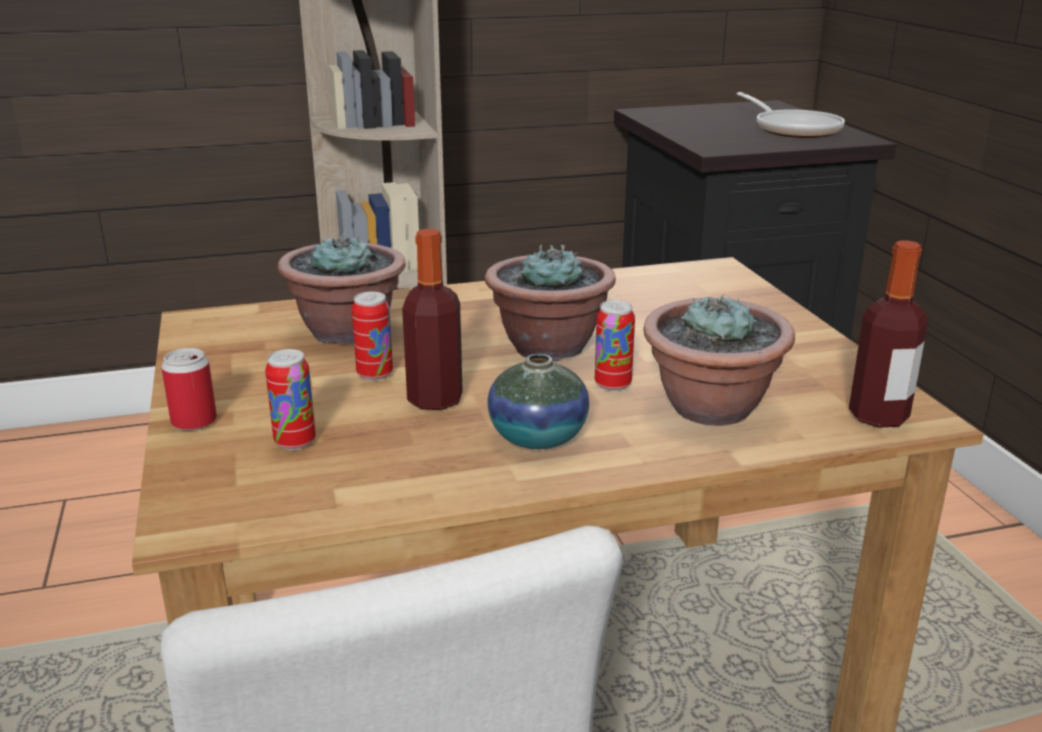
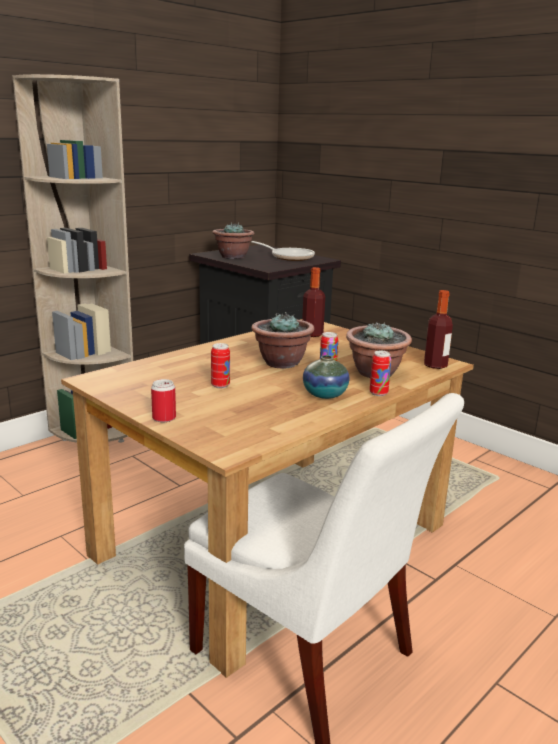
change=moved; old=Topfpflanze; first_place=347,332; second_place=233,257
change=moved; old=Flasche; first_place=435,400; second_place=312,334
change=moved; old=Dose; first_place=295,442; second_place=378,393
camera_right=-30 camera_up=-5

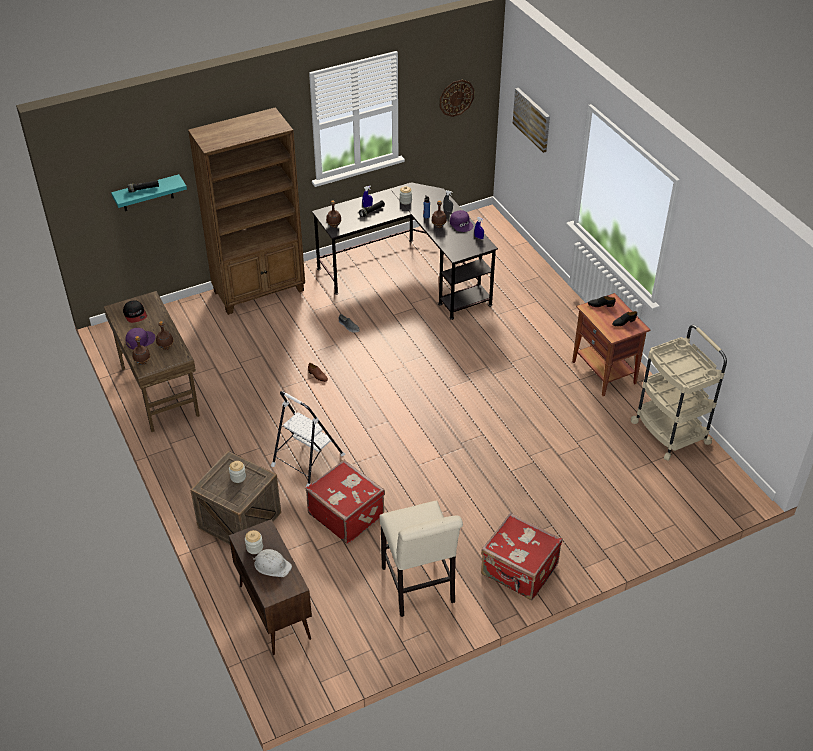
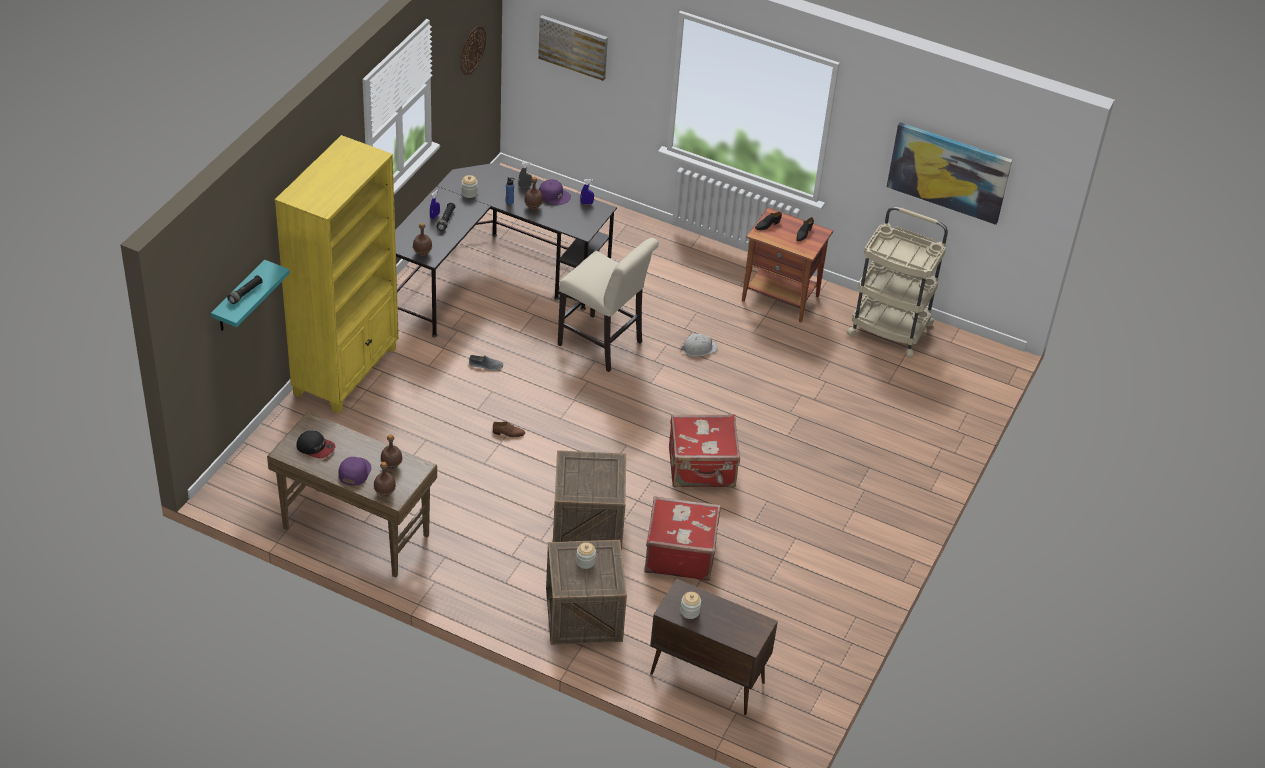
change=recoloured; old=Bücherregal/braun; new=Bücherregal/gelb; first_place=260,291; second_place=346,371
change=replaced; old=Trittleiter/weiß; new=Kiste; first_place=306,460; second_place=587,524
change=moved; old=Hocker/beige; first_place=419,589; second_place=603,346
change=moved; old=Koffer/rot; first_place=519,571; second_place=702,469
change=moved; old=Schutzhelm/weiß; first_place=272,565; second_place=698,348
change=added; new=Bild; second_place=948,172
camera_right=-40 camera_up=0

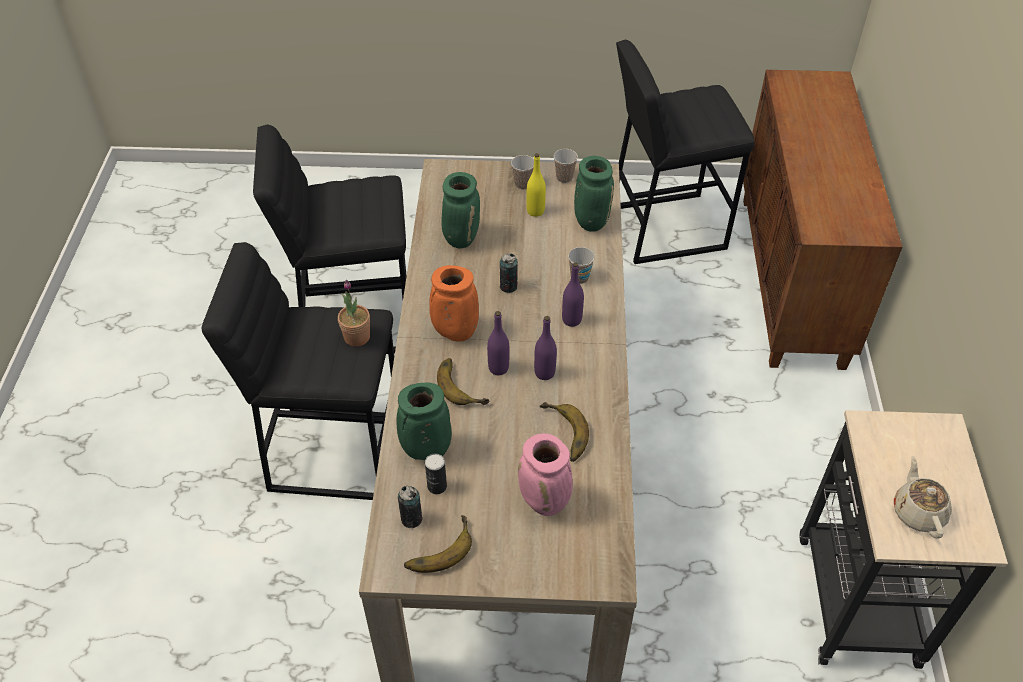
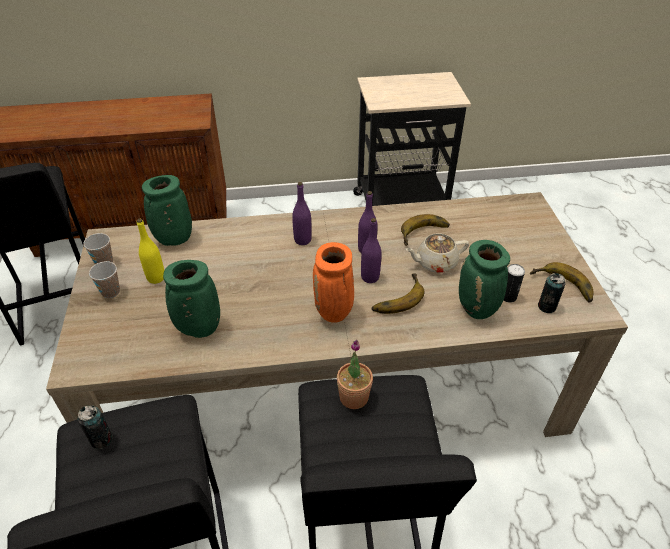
change=moved; old=Dose; first_place=508,286; second_place=101,439
change=moved; old=Teekanne/beige; first_place=918,512; second_place=435,263
change=removed; old=Vase/rosa; first_place=545,502
change=removed; old=Tasse; first_place=579,277
camera_right=-100 camera_up=-5

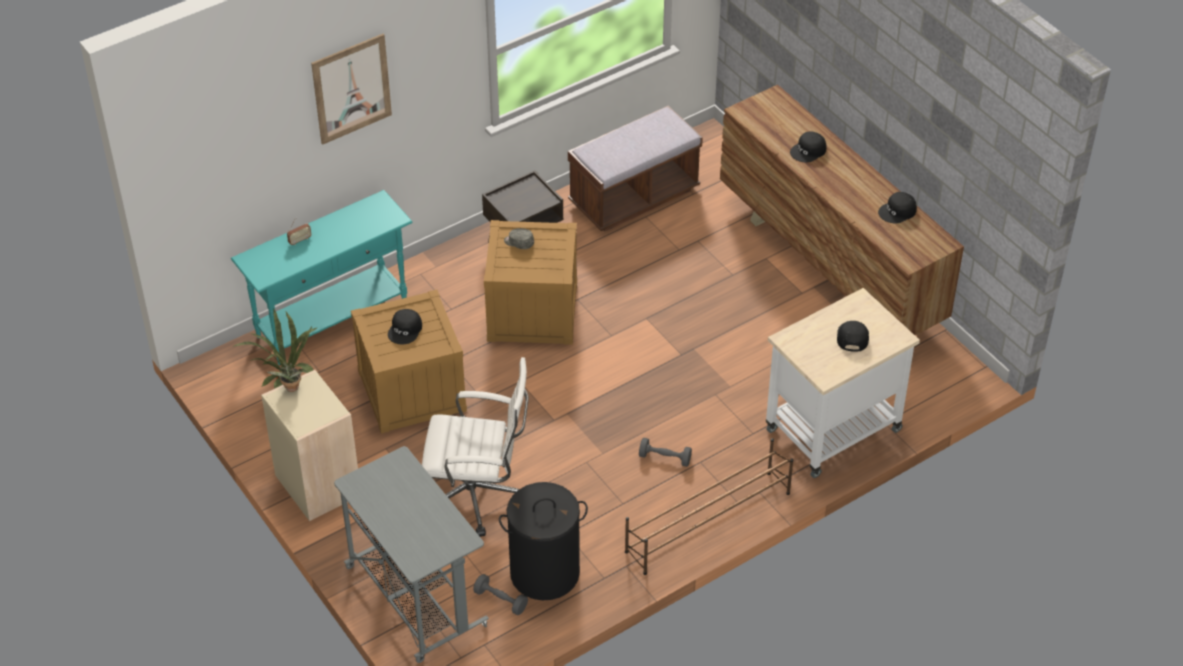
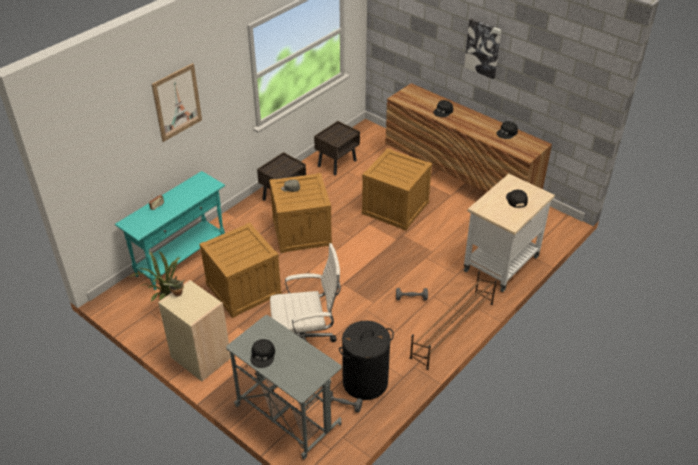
change=moved; old=Kappe/schwarz; first_place=405,330; second_place=263,355
change=replaced; old=Bank/braun; new=Nachttisch/braun; first_place=634,197; second_place=337,163
change=added; new=Kiste; second_place=395,208
change=added; new=Bild; second_place=483,48
camera_right=-15 camera_up=-5

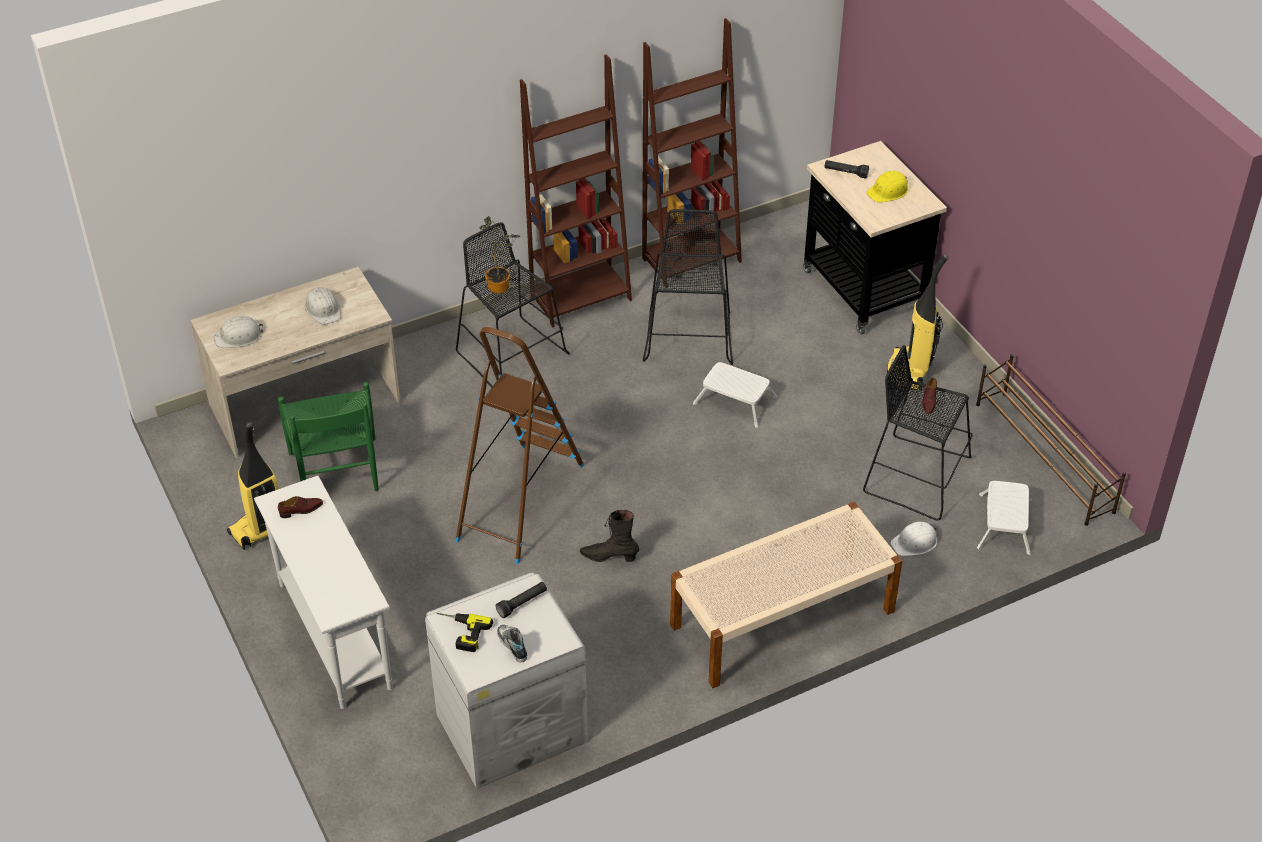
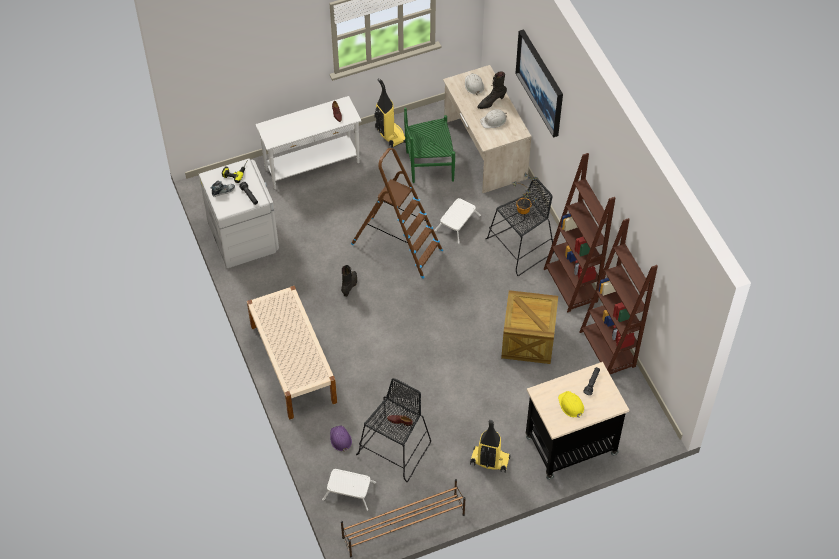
change=recoloured; old=Schutzhelm/weiß; new=Schutzhelm/lila; first_place=915,542; second_place=340,439
change=moved; old=Trittleiter/weiß; first_place=735,401; second_place=457,223
change=added; new=Stiefel/schwarz; second_place=491,102
change=replaced; old=Hocker/schwarz; new=Kiste; first_place=689,339; second_place=528,340
change=added; new=Bild; second_place=541,82
camera_right=95 camera_up=10

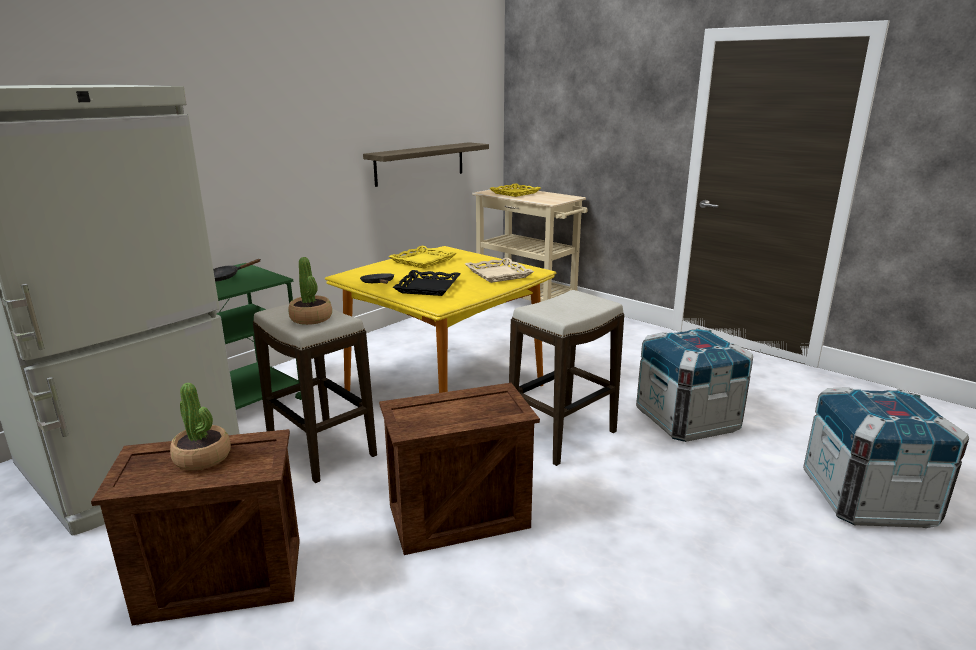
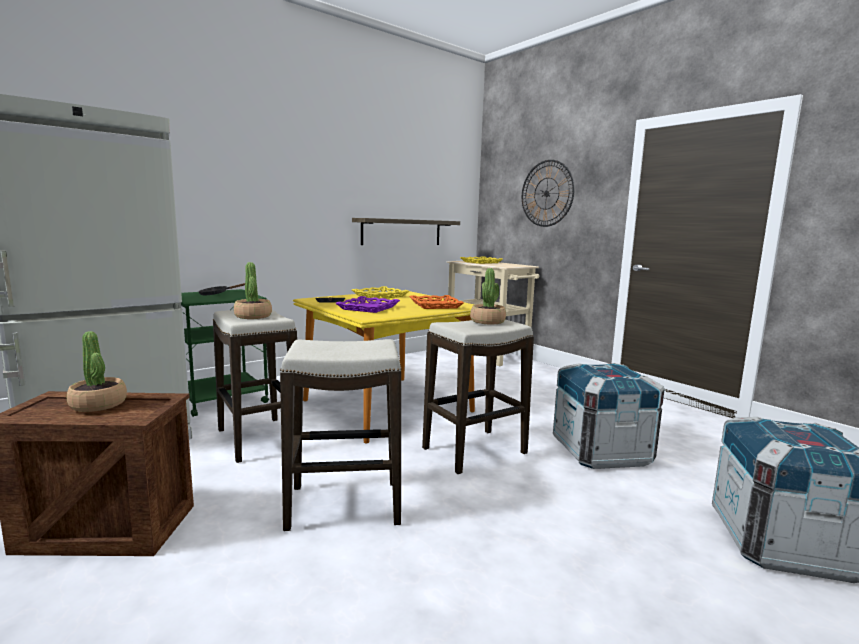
change=replaced; old=Kiste; new=Hocker; first_place=458,517; second_place=344,505
change=recoloured; old=Tablett/schwarz; new=Tablett/lila; first_place=427,287; second_place=368,308
change=recoloured; old=Tablett/beige; new=Tablett/orange; first_place=499,274; second_place=436,305
change=added; new=Topfpflanze; second_place=487,321
change=added; new=Wanduhr; second_place=546,193
camera_right=10 camera_up=-10

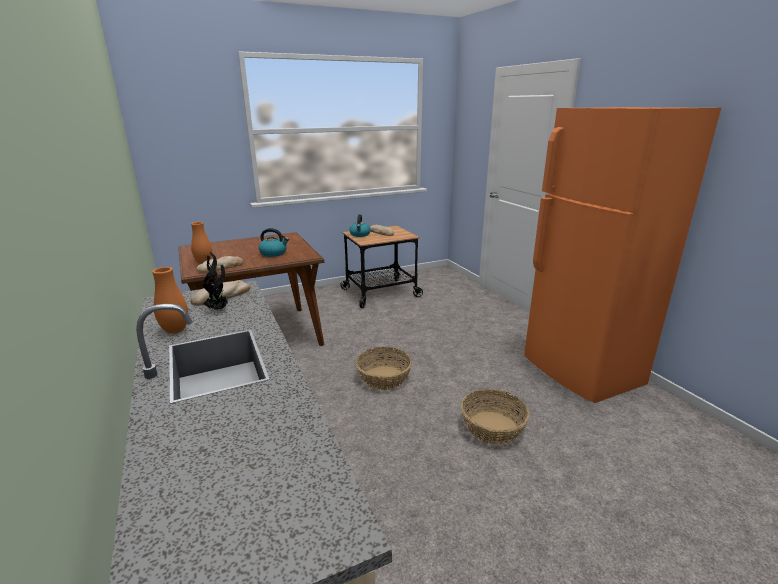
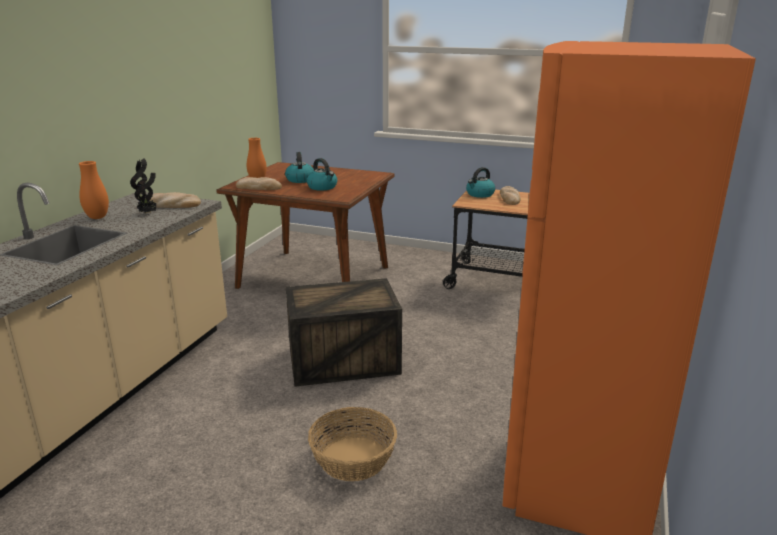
change=added; new=Wasserkessel; second_place=300,179
change=replaced; old=Korb; new=Kiste; first_place=383,377; second_place=345,360
camera_right=45 camera_up=0

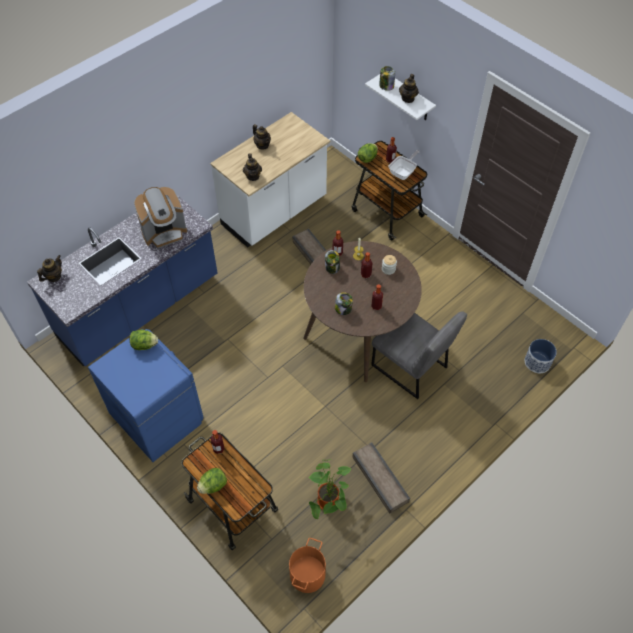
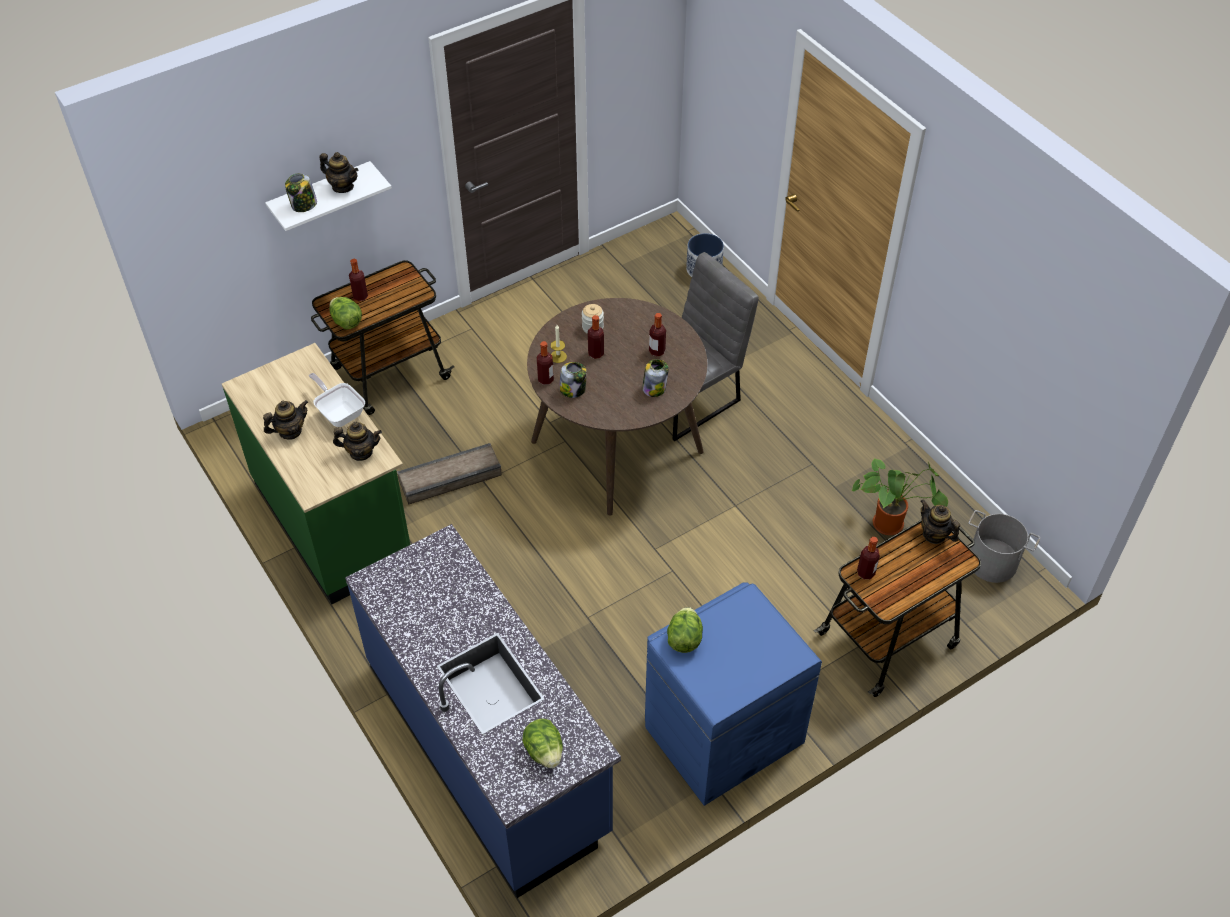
change=recoloured; old=Küchenzeile/weiß; new=Küchenzeile/grün; first_place=274,213; second_place=335,521
change=moved; old=Pfanne; first_place=403,172; second_place=339,412
change=moved; old=Salatkopf; first_place=213,485; second_place=544,751
change=moved; old=Teekanne; first_place=54,276; second_place=934,535
change=recoloured; old=Eimer/orange; new=Eimer/grau; first_place=307,574; second_place=992,563
change=removed; old=Kaffeemaschine; first_place=164,232
change=removed; old=Kiste; first_place=379,479
camera_right=-80 camera_up=-5

